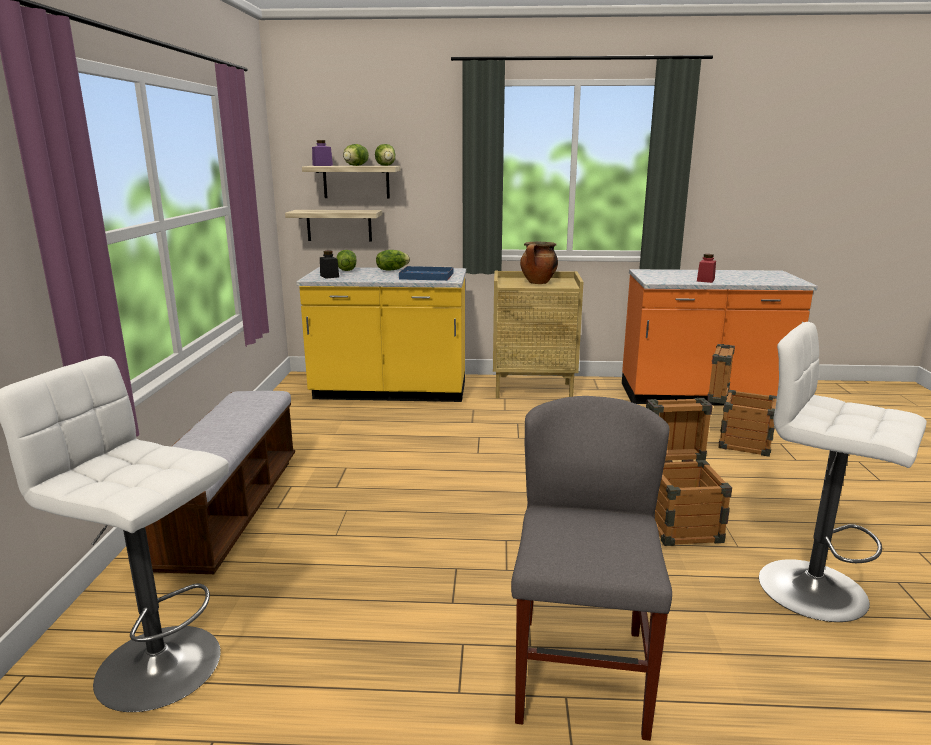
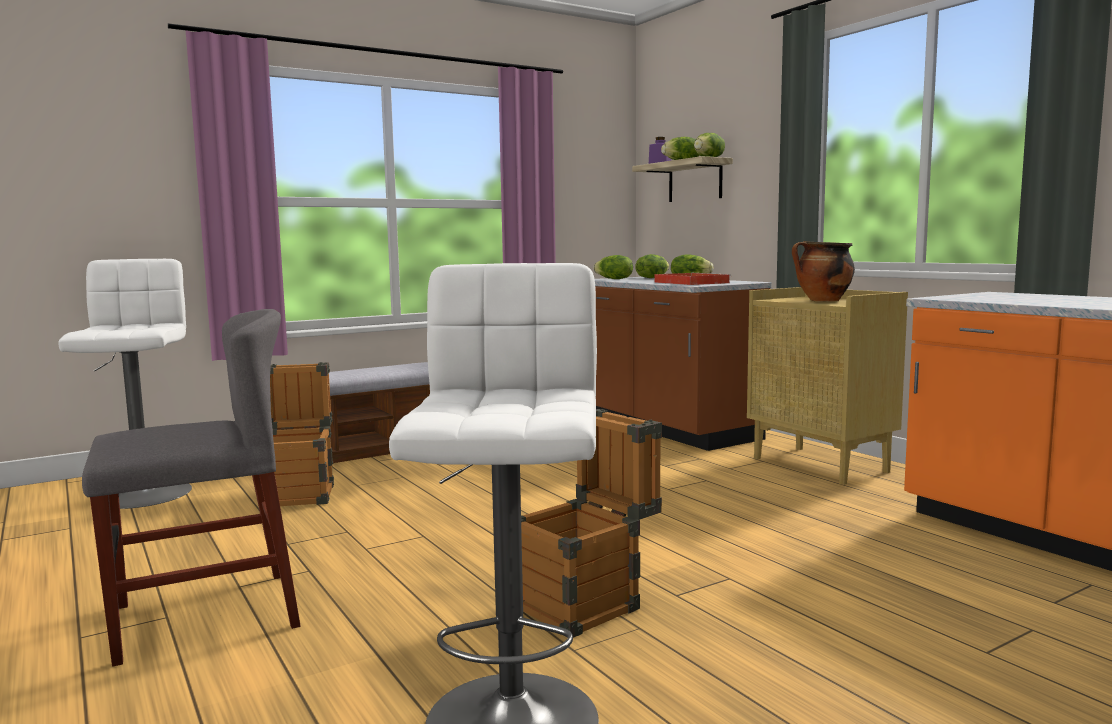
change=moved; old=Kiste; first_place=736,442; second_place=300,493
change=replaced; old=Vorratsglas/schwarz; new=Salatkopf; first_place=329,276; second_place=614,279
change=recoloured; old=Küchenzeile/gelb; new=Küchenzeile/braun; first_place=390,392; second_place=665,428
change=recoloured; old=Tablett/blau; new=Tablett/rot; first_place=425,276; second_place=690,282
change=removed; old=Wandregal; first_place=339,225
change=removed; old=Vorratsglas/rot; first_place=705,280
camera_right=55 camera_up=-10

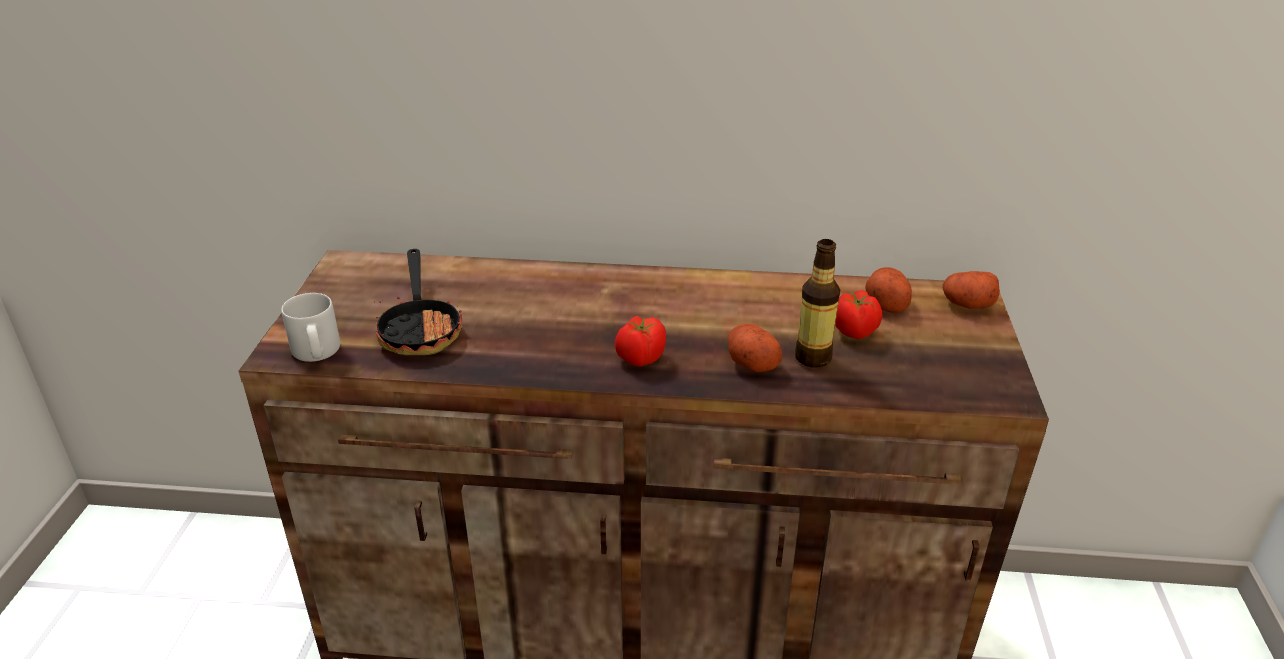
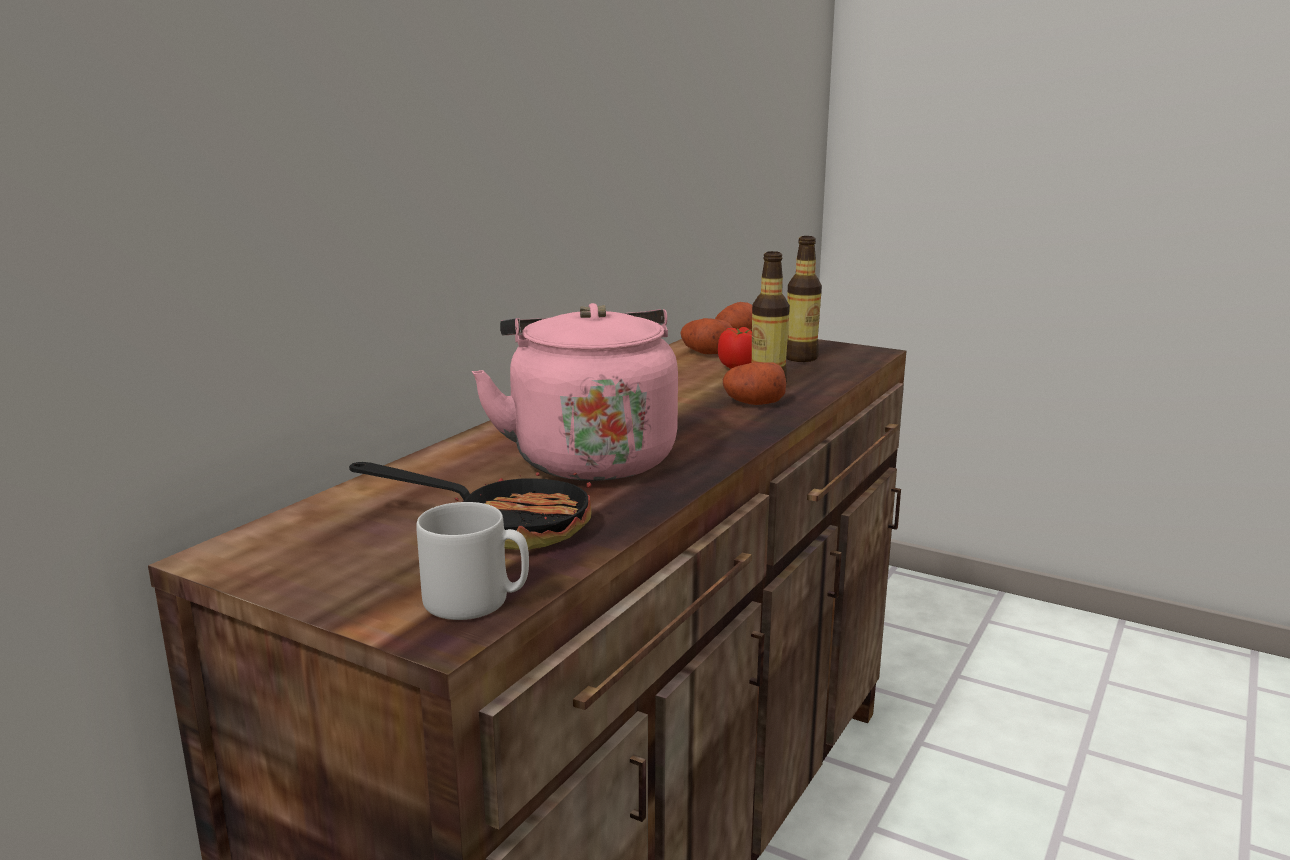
change=added; new=Wasserkessel/rosa; second_place=589,457
change=added; new=Flasche; second_place=801,358
change=removed; old=Tomate; first_place=640,358
camera_right=-65 camera_up=-15

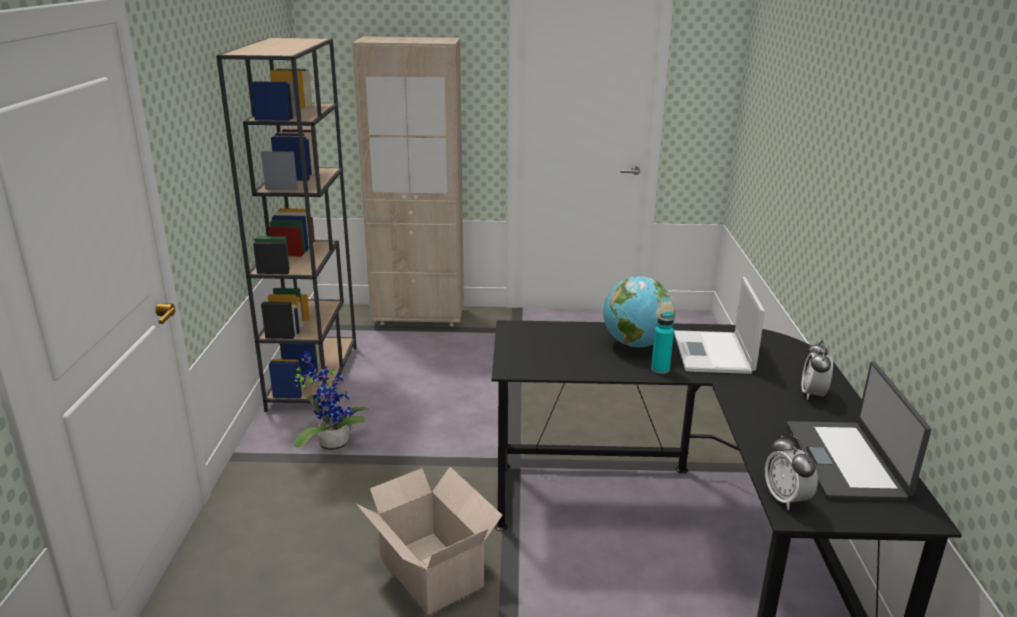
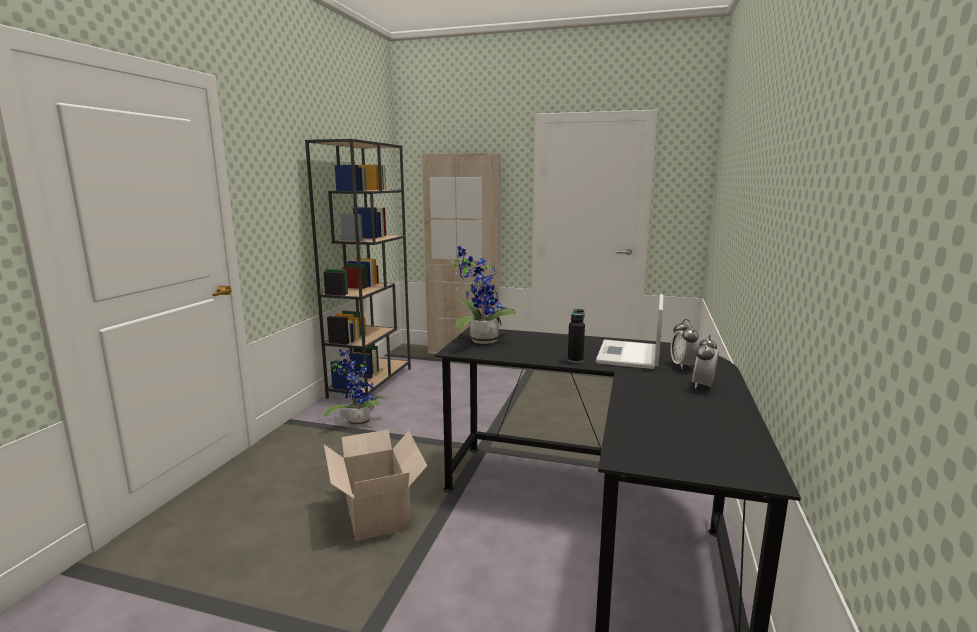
change=added; new=Topfpflanze; second_place=480,340
change=recoloured; old=Flasche/türkis; new=Flasche/schwarz; first_place=660,369; second_place=575,360
change=moved; old=Wecker; first_place=786,499; second_place=683,365
change=removed; old=Globus; first_place=635,344
change=removed; old=Laptop; first_place=846,460
camera_right=15 camera_up=-10

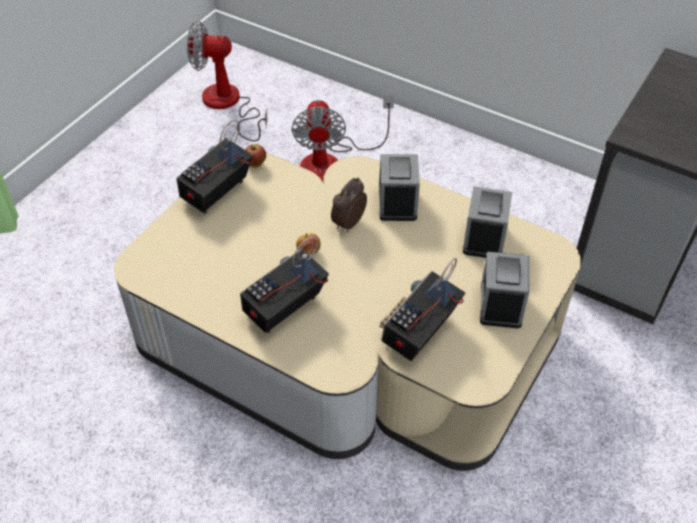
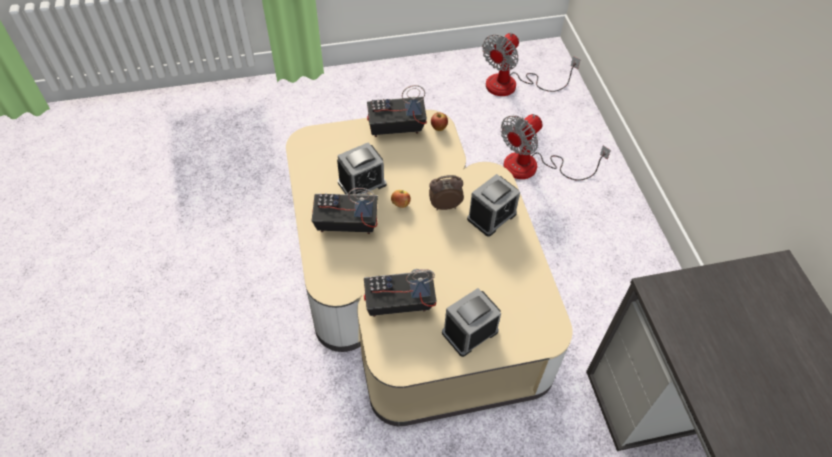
change=moved; old=Wecker; first_place=484,237; second_place=362,183
change=turned; old=Ventilator; first_place=228,105; second_place=512,85; degrees=-105
camera_right=45 camera_up=5

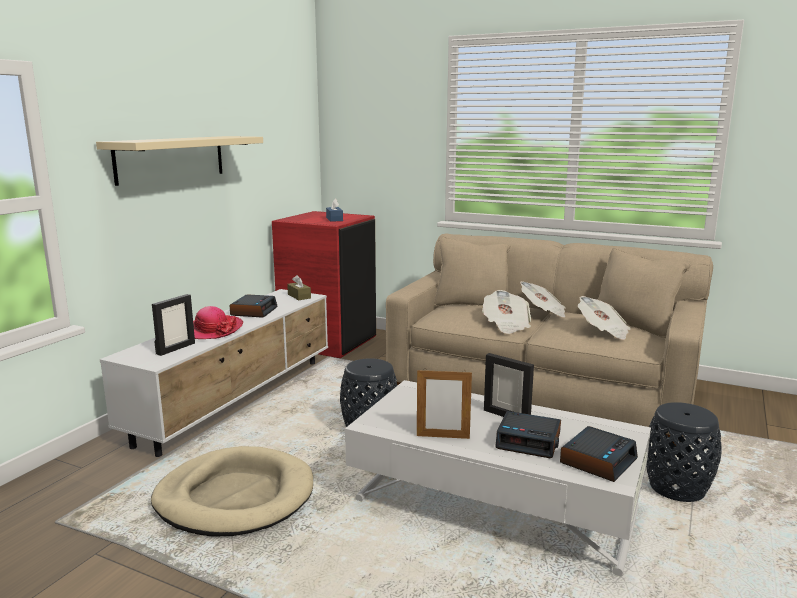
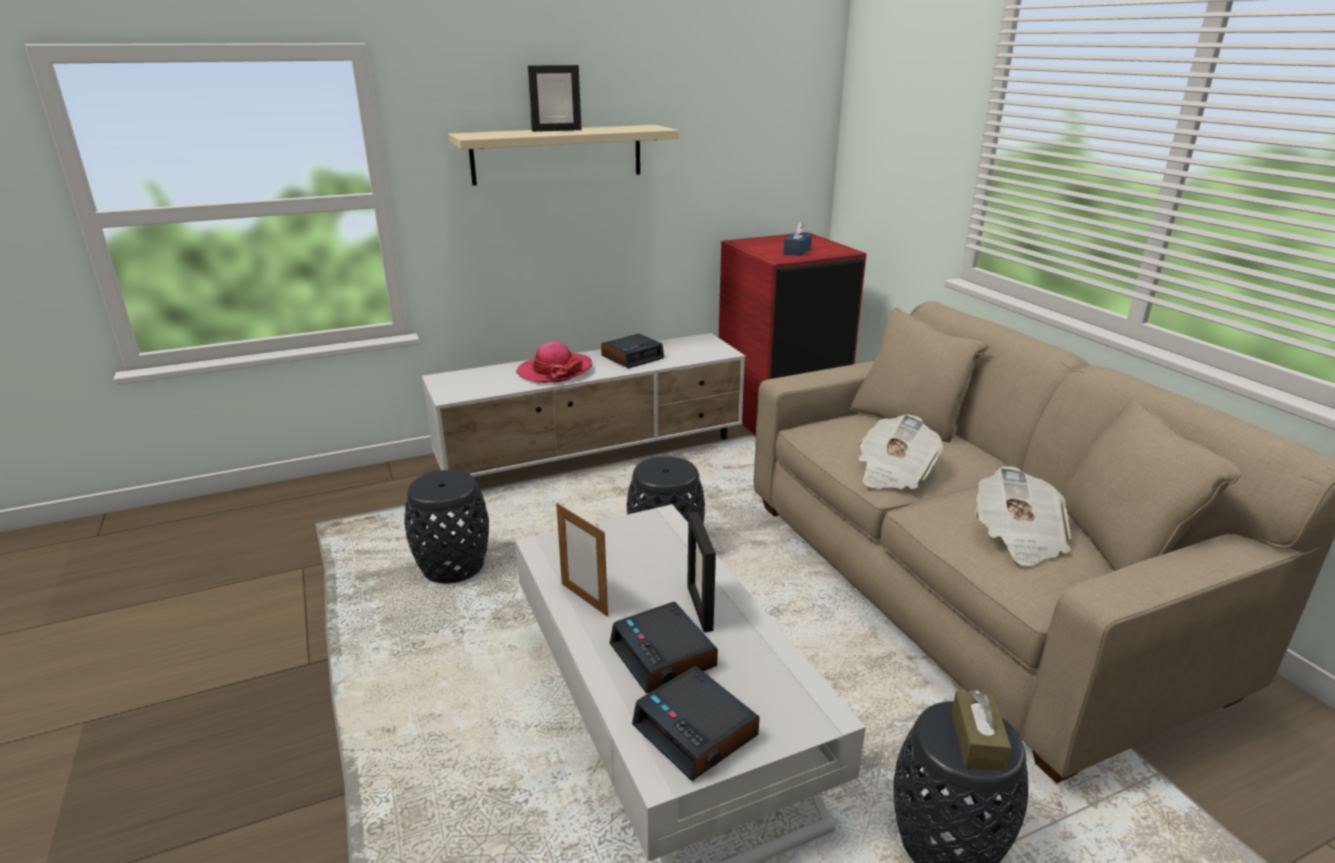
change=replaced; old=Hundebett/beige; new=Hocker/schwarz; first_place=235,497; second_place=453,566
change=moved; old=Bilderrahmen; first_place=175,348; second_place=556,130
change=turned; old=Wecker; first_place=598,460; second_place=697,731; degrees=60
change=moved; old=Taschentuchbox/braun; first_place=299,296; second_place=977,741
change=removed; old=Zeitung; first_place=543,312
camera_right=40 camera_up=10

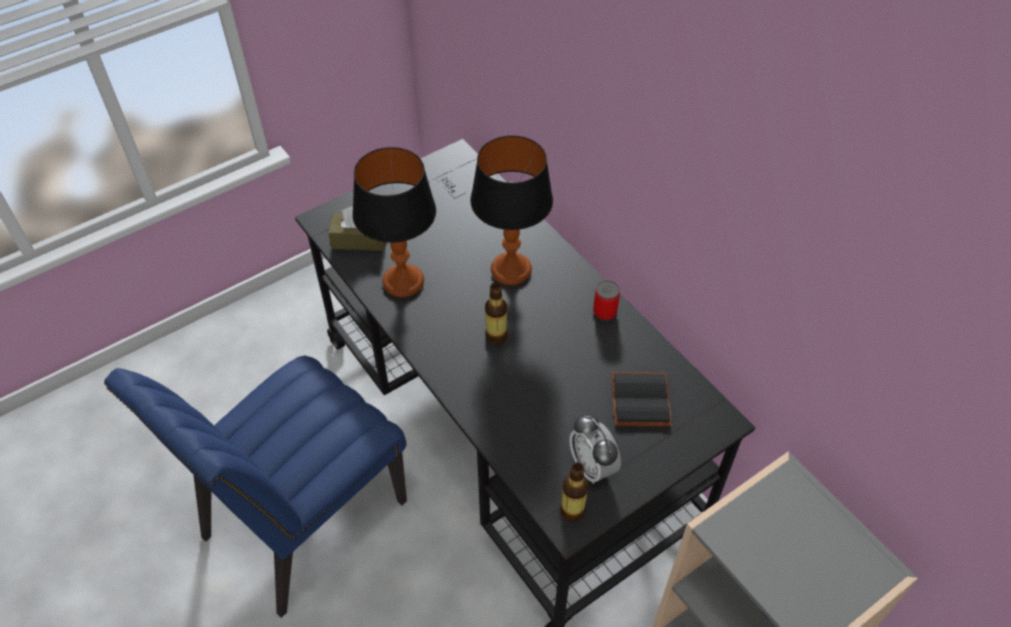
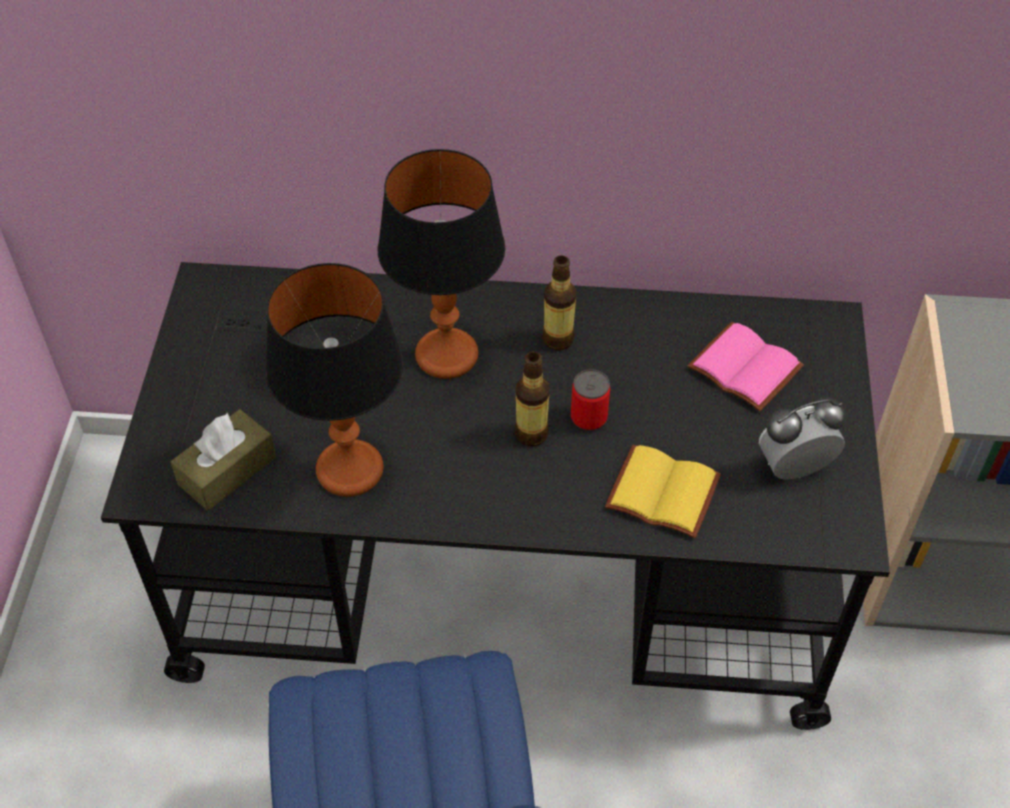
change=moved; old=Flasche; first_place=572,511; second_place=557,339
change=moved; old=Dose; first_place=604,312; second_place=588,418
change=added; new=Buch/gelb; second_place=660,494
change=recoloured; old=Buch/schwarz; new=Buch/rosa; first_place=638,399; second_place=742,369
change=turned; old=Wecker; first_place=592,467; second_place=794,468; degrees=150
camera_right=-50 camera_up=0

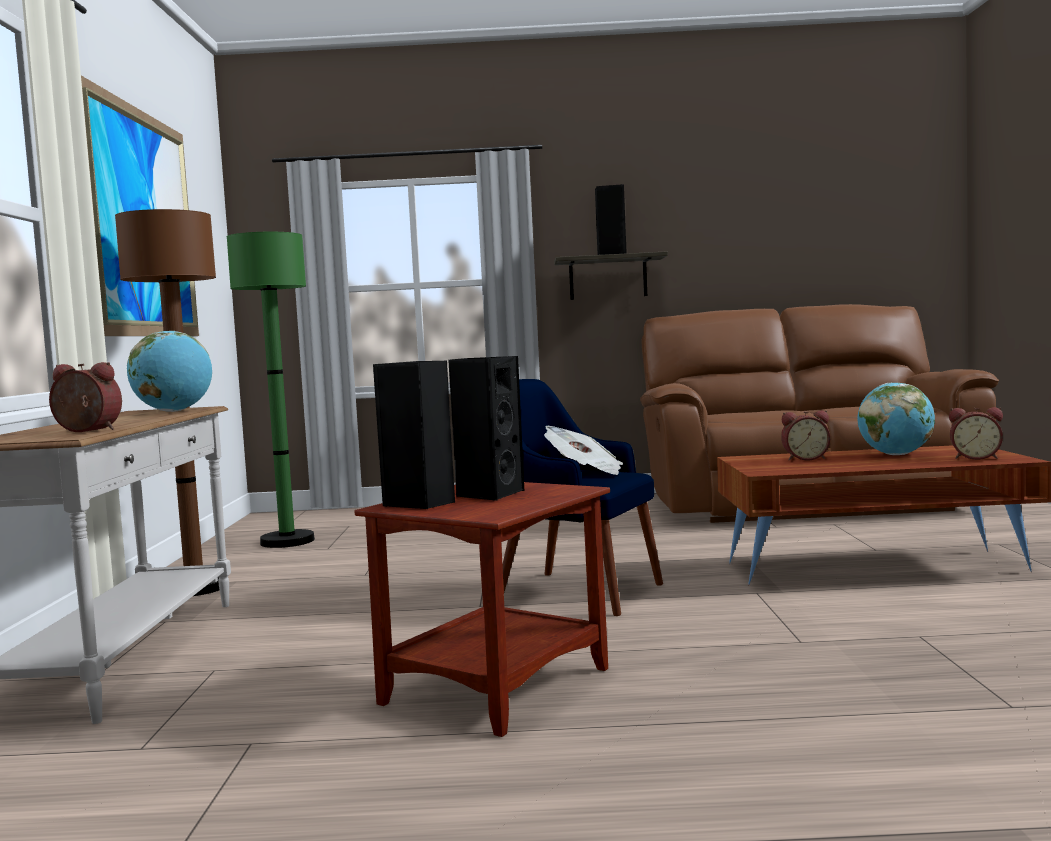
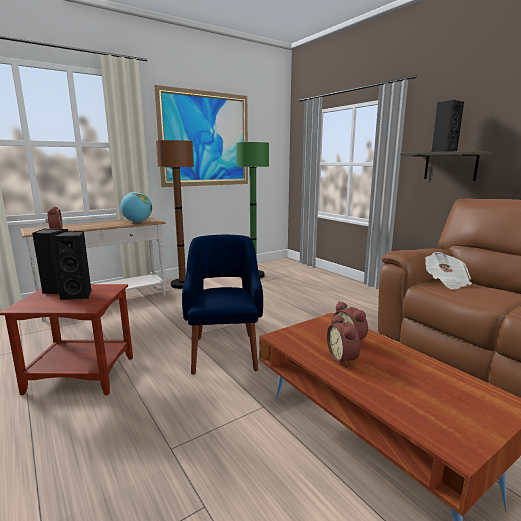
change=moved; old=Wecker; first_place=975,458; second_place=344,358
change=moved; old=Zeitung; first_place=585,472; second_place=446,282
change=removed; old=Globus; first_place=896,455
camera_right=55 camera_up=10

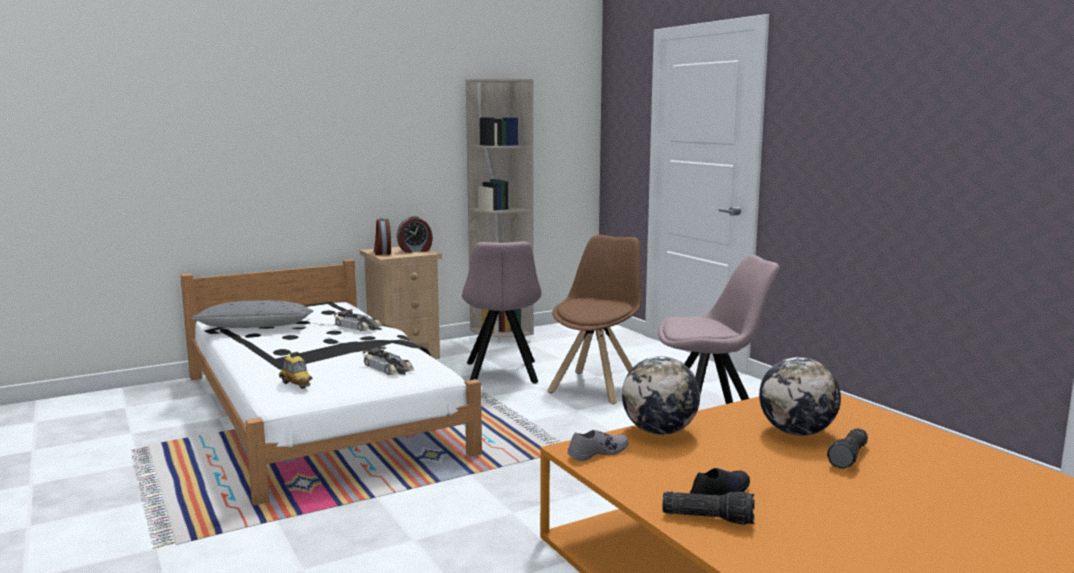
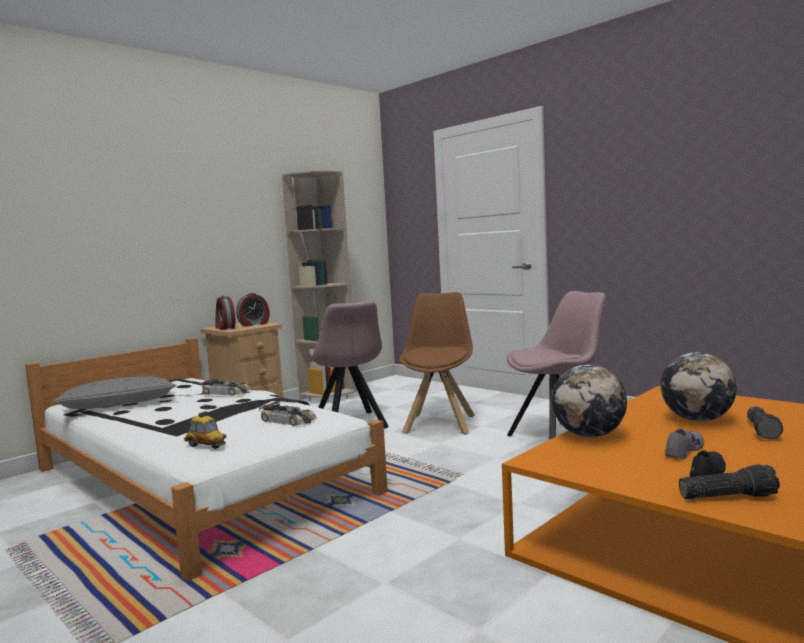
change=moved; old=Schuh/grau; first_place=598,452; second_place=683,450
camera_right=-15 camera_up=-5

